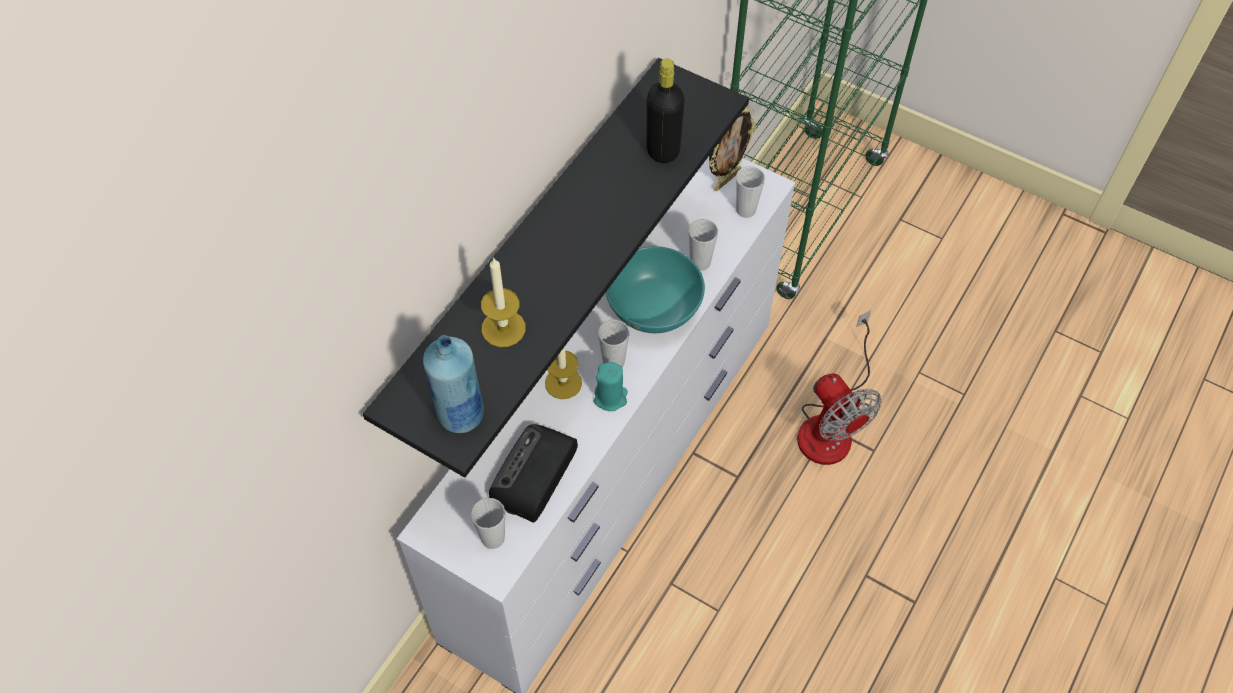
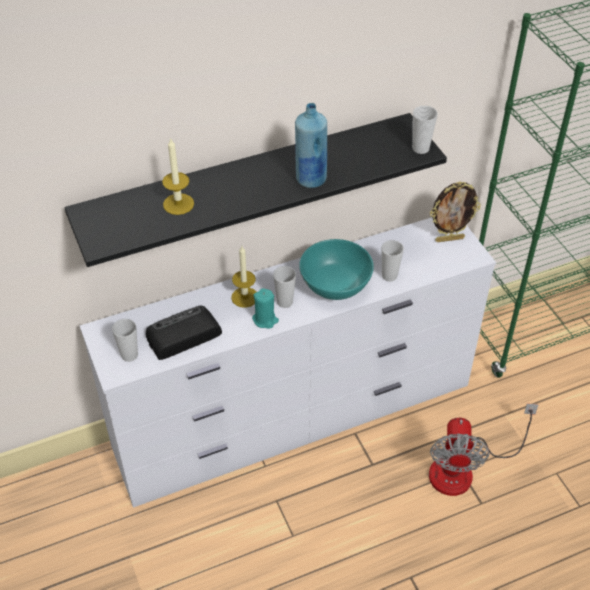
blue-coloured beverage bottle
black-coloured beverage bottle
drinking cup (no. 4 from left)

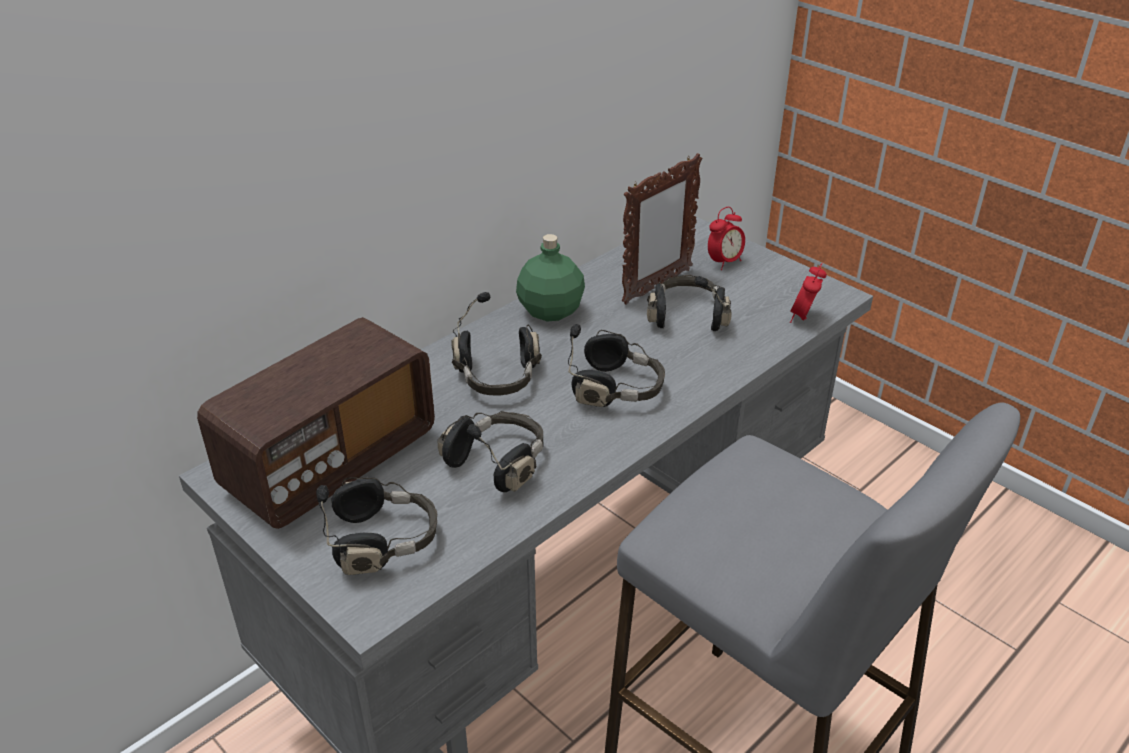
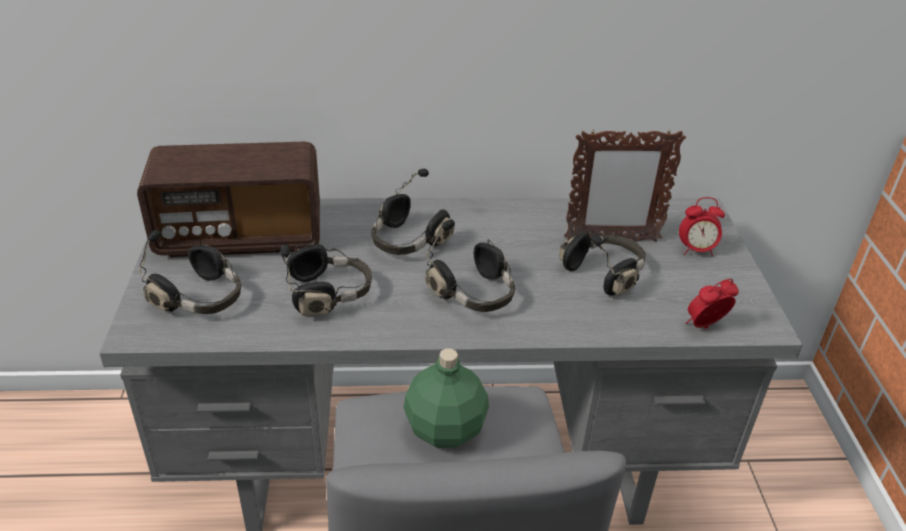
green beverage bottle

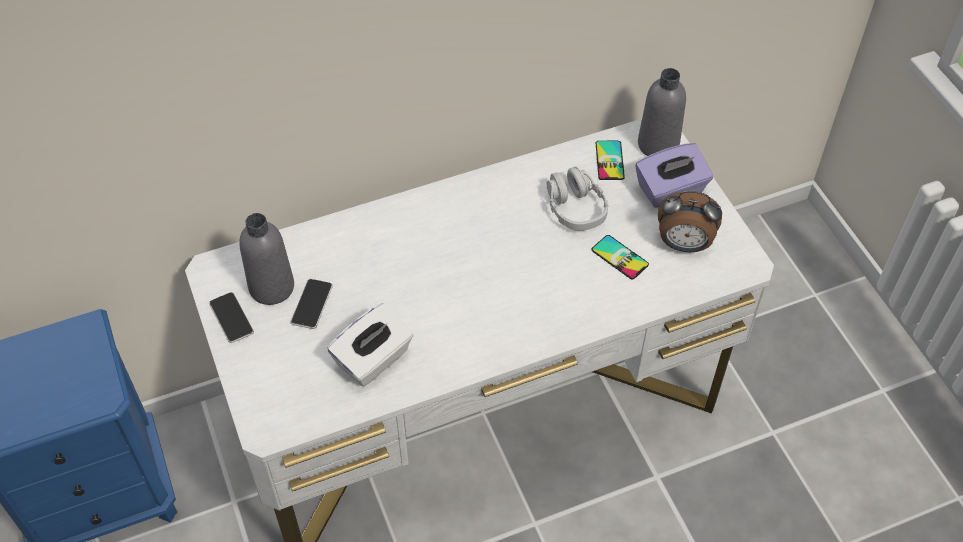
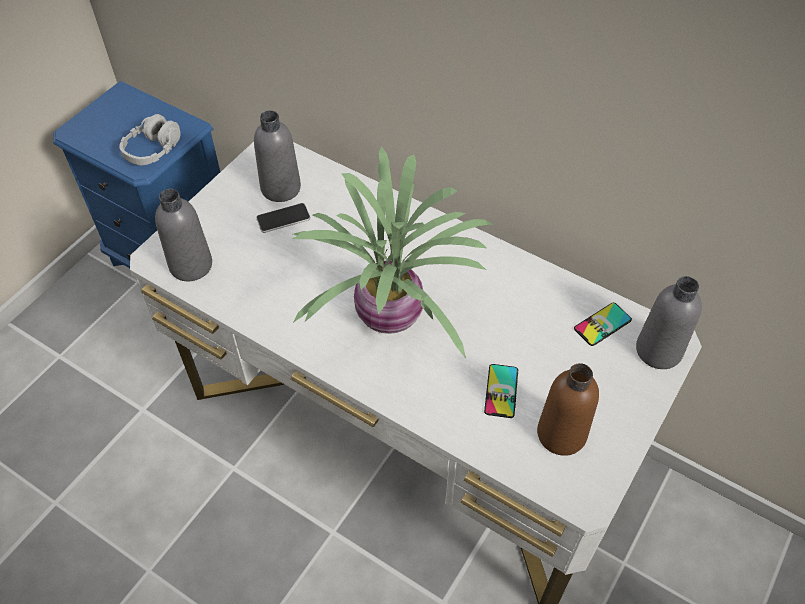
phone (no. 1 from left in the first image)
white tissue holder
gray pair of headphones
purple tissue holder
brown-coloured beverage bottle
gray beverage bottle (no. 1 from left)
plant in a pot

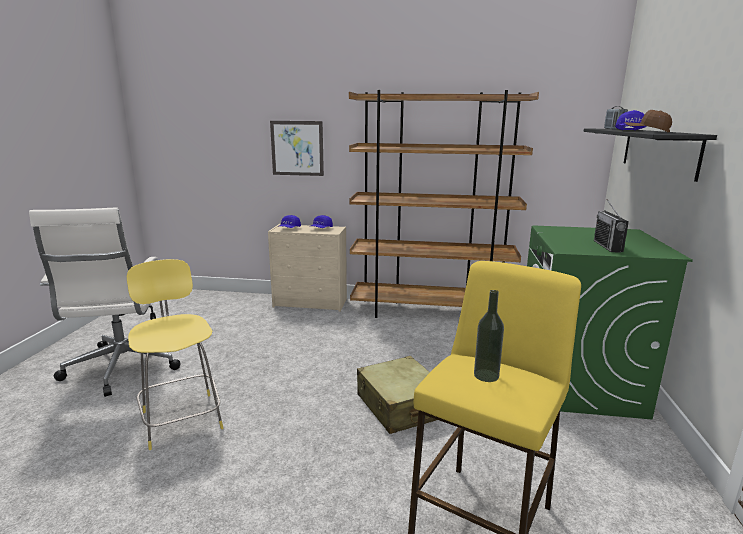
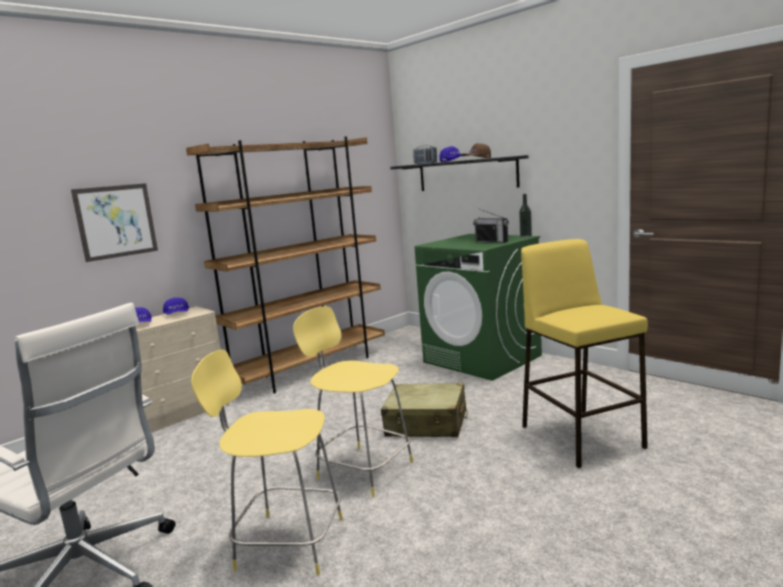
beverage bottle
yellow stool seat (no. 2 from left)

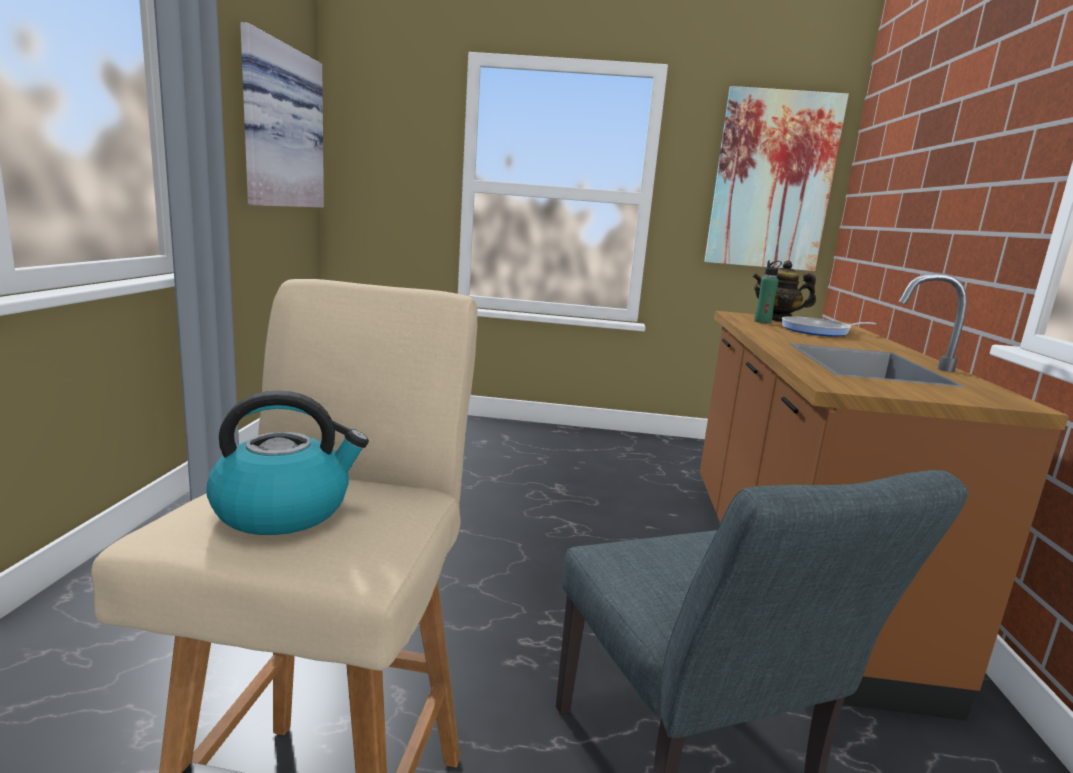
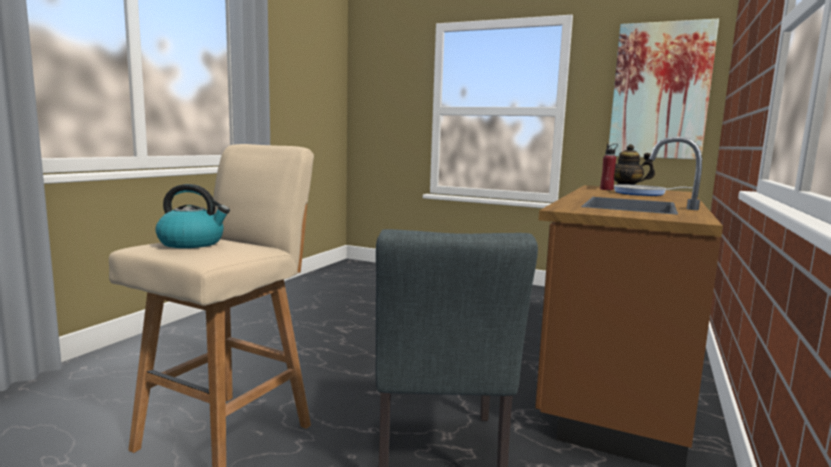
picture (no. 1 from left in the first image)
red-coloured beverage bottle

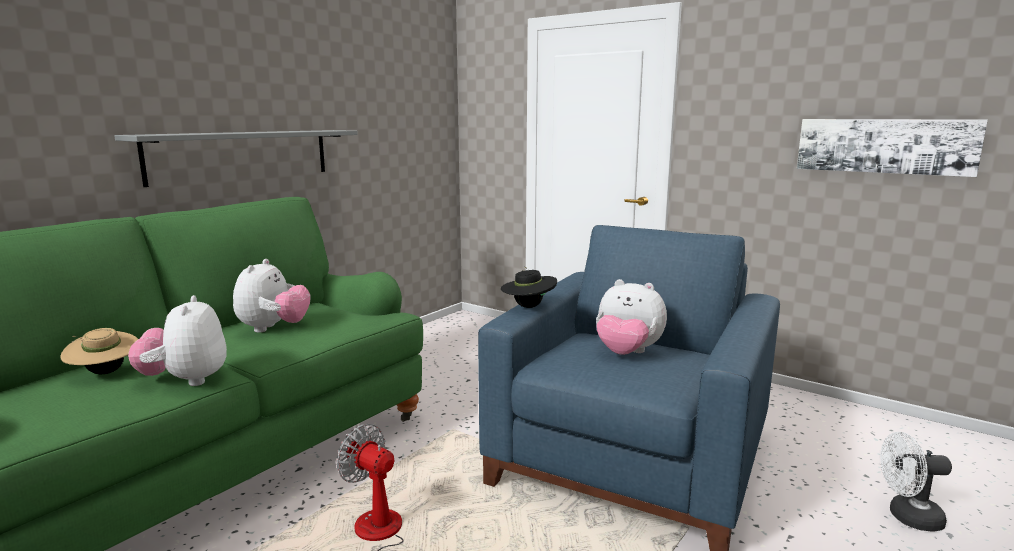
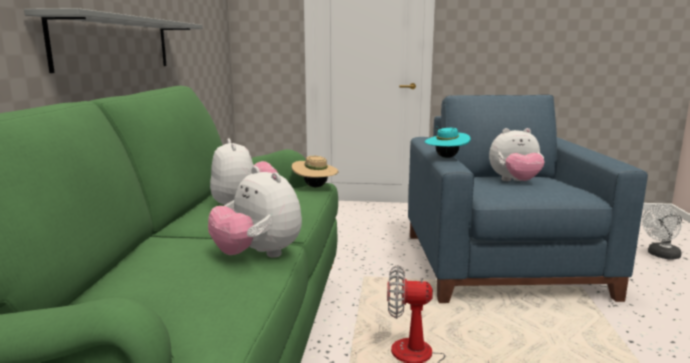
sand-coloured clothing hat
blue-green clothing hat
picture

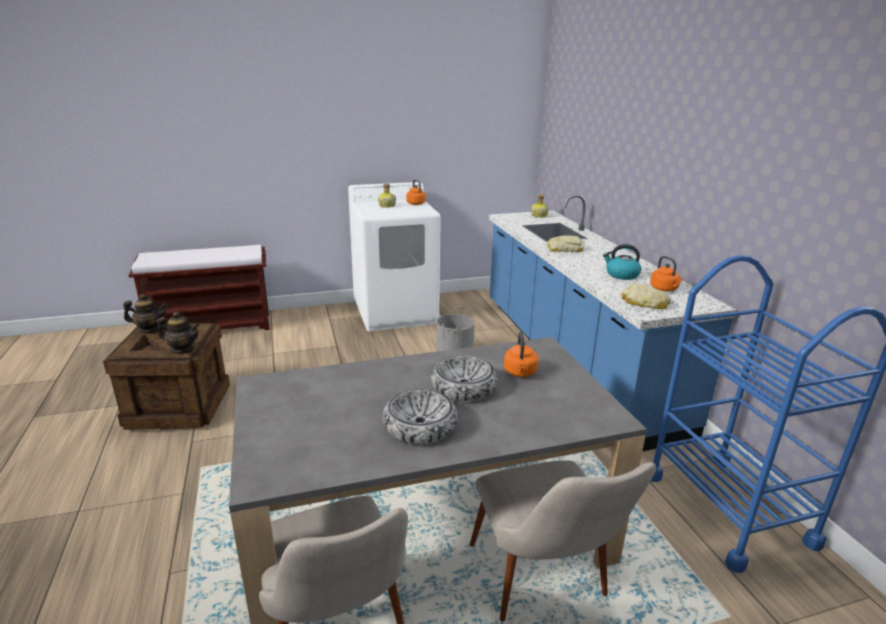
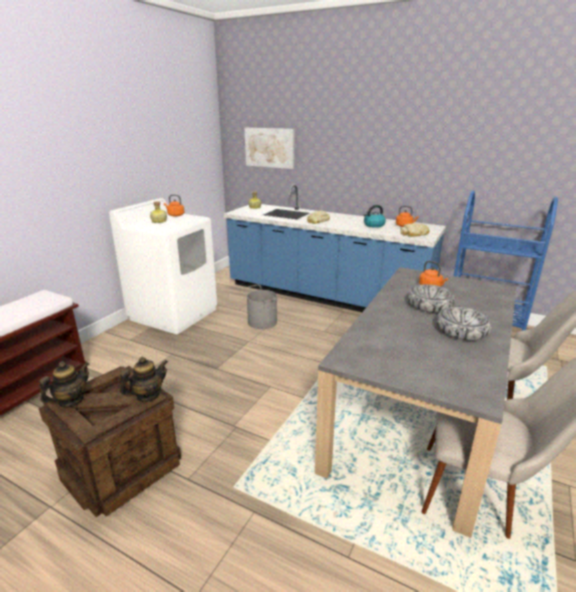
picture

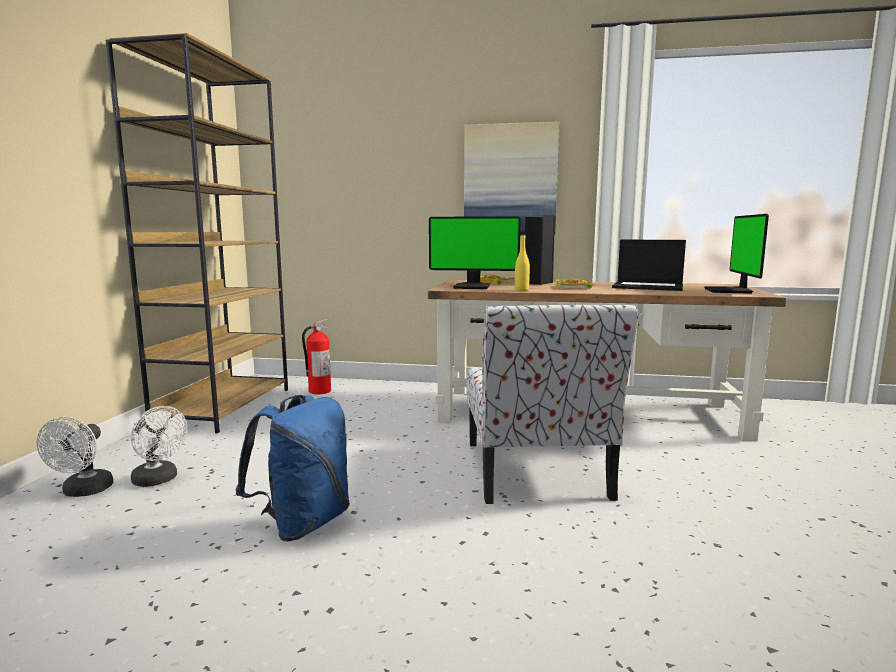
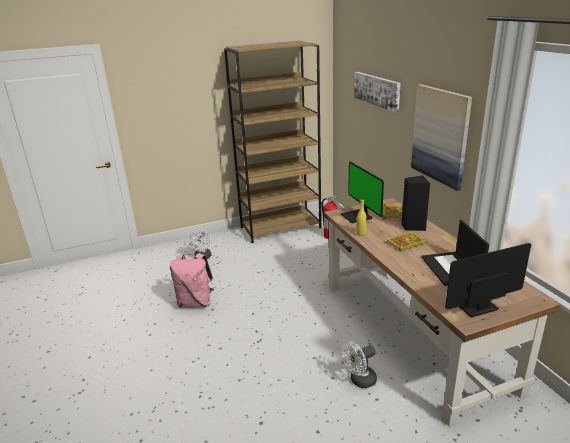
white cooling fan (no. 2 from left)
pinkish backpack
upright chair
picture (no. 1 from left)

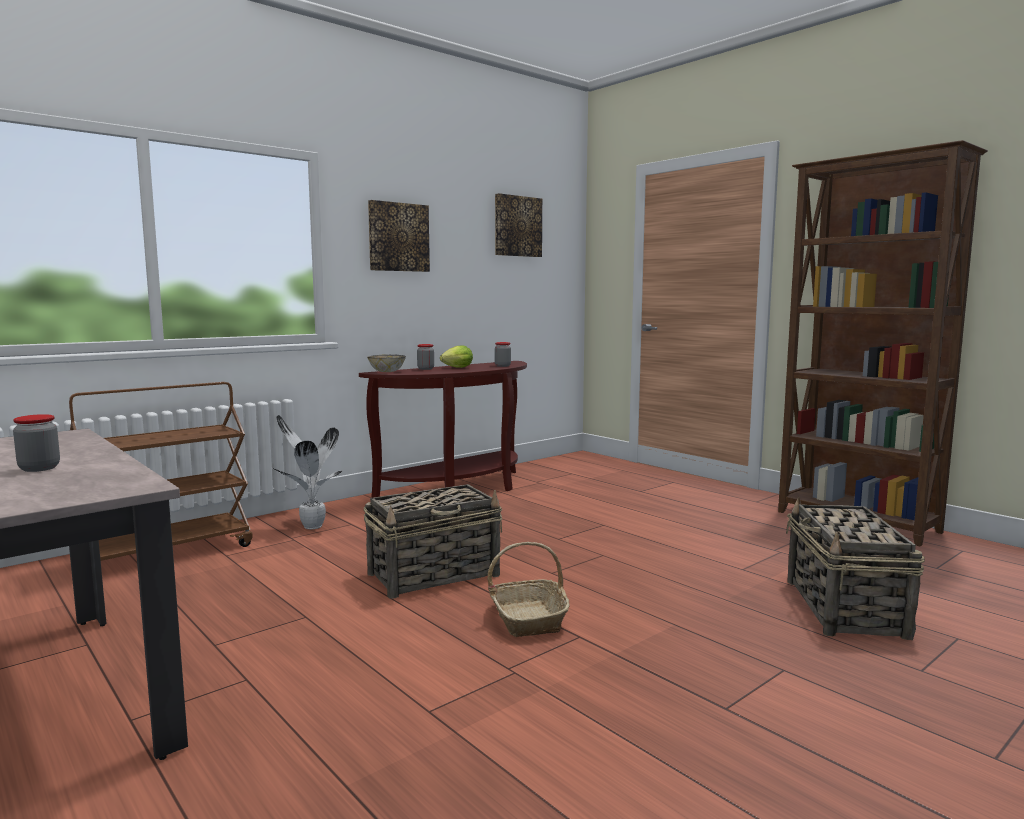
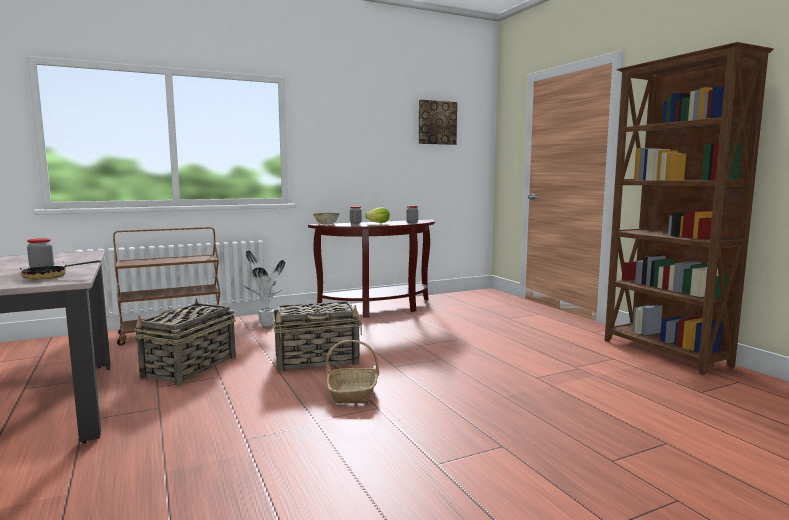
picture (no. 1 from left in the first image)
storage basket (no. 1 from left)
skillet

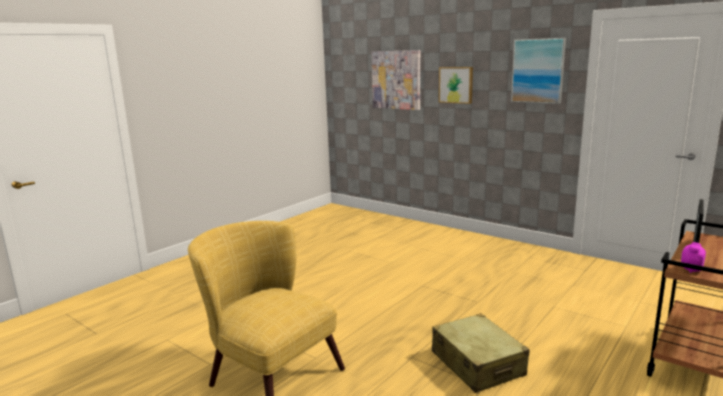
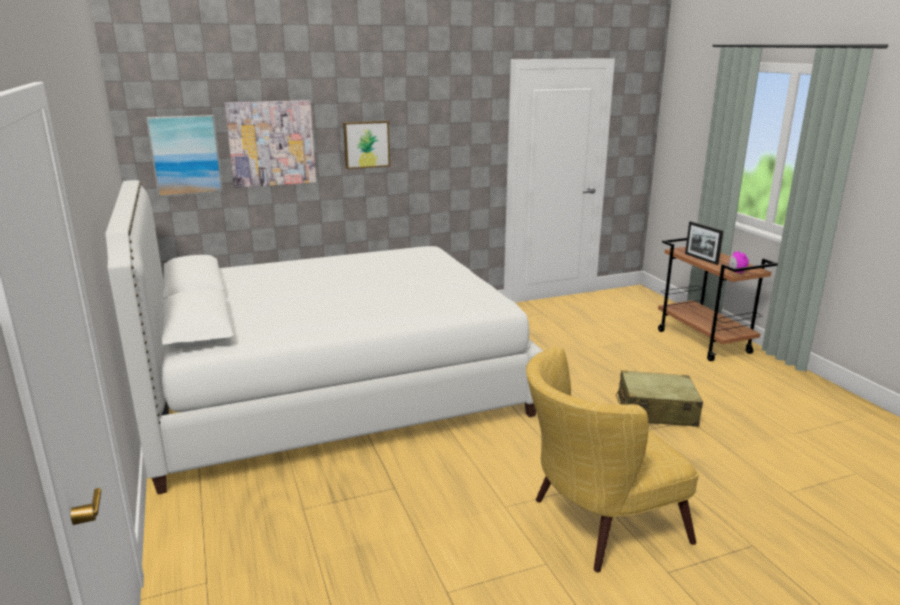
picture (no. 1 from left)
white sleeping bed

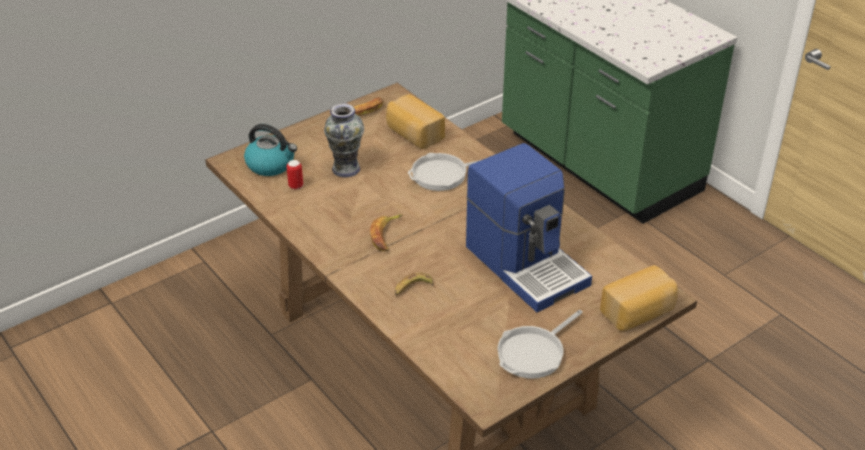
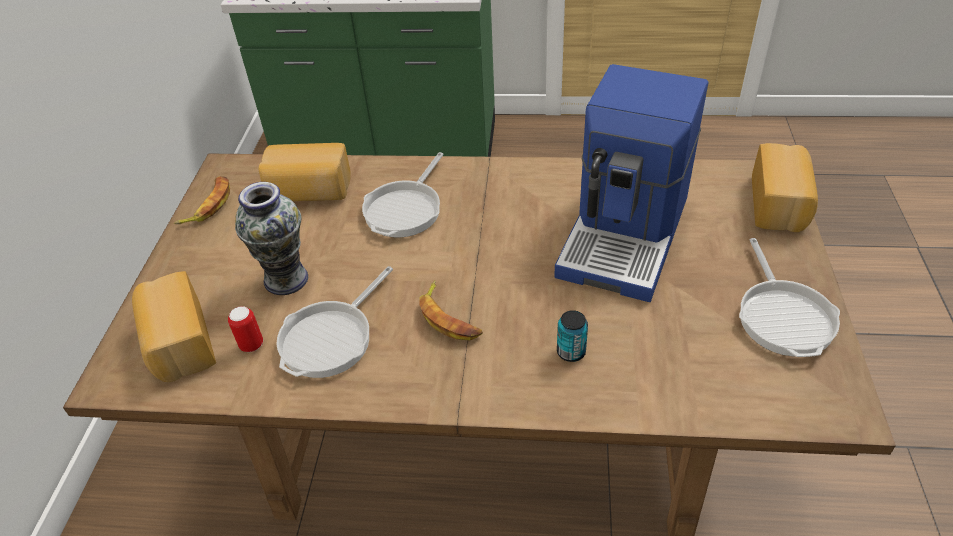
baked bread (no. 1 from left)
can (no. 2 from left)
coffee machine
skillet (no. 1 from left)

